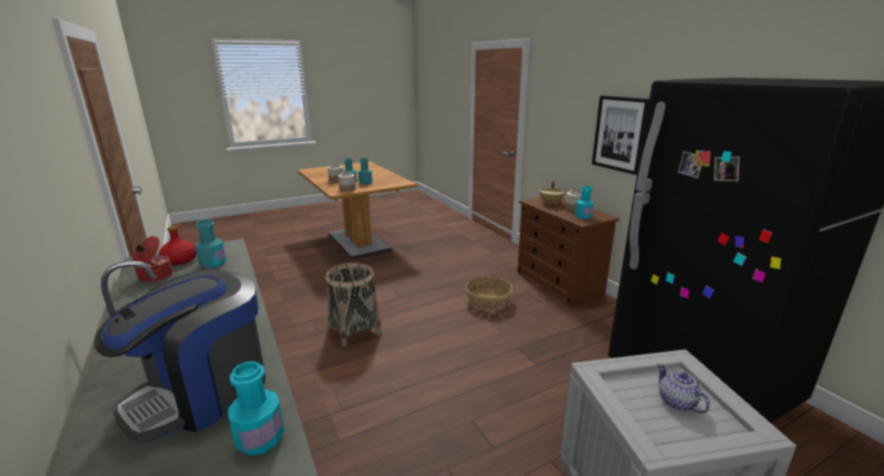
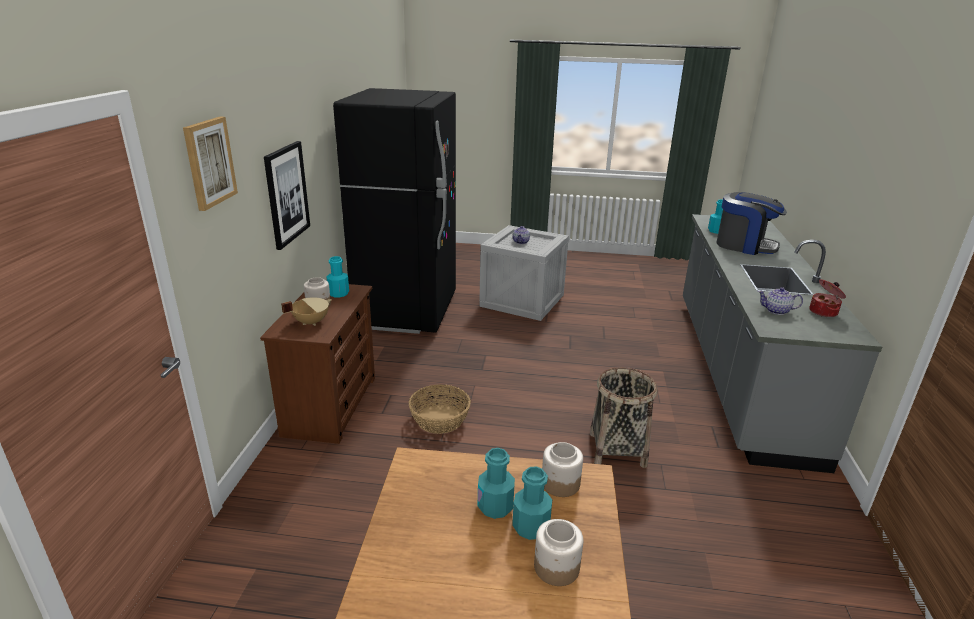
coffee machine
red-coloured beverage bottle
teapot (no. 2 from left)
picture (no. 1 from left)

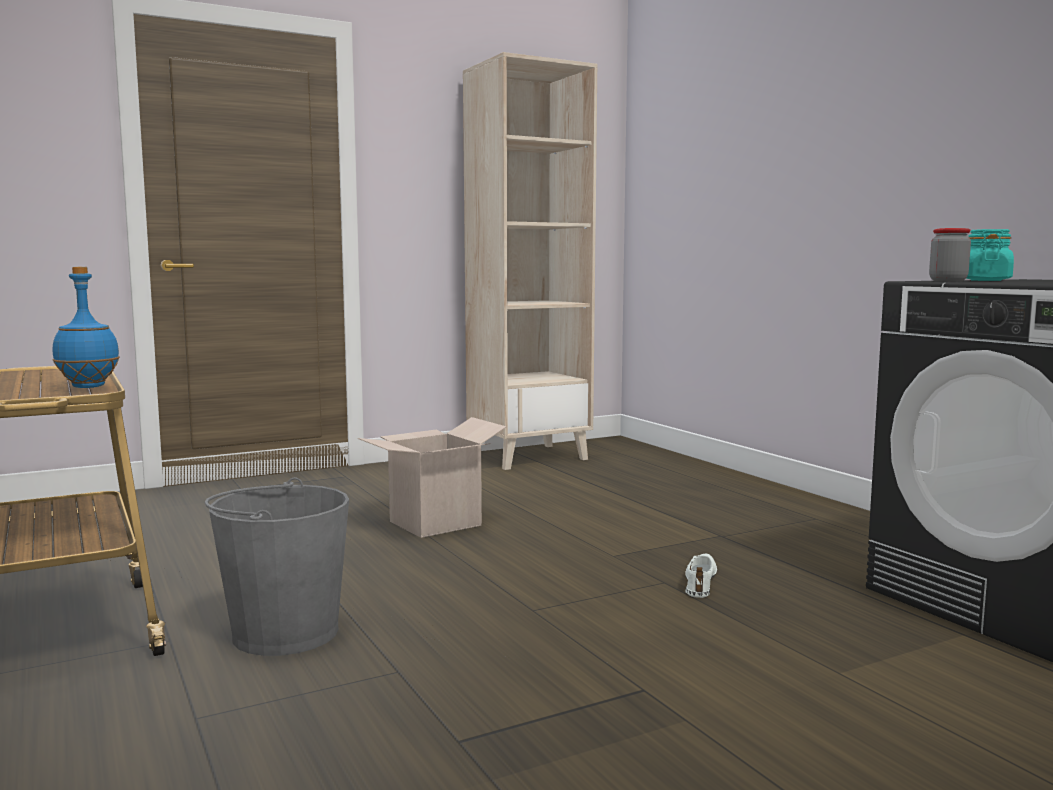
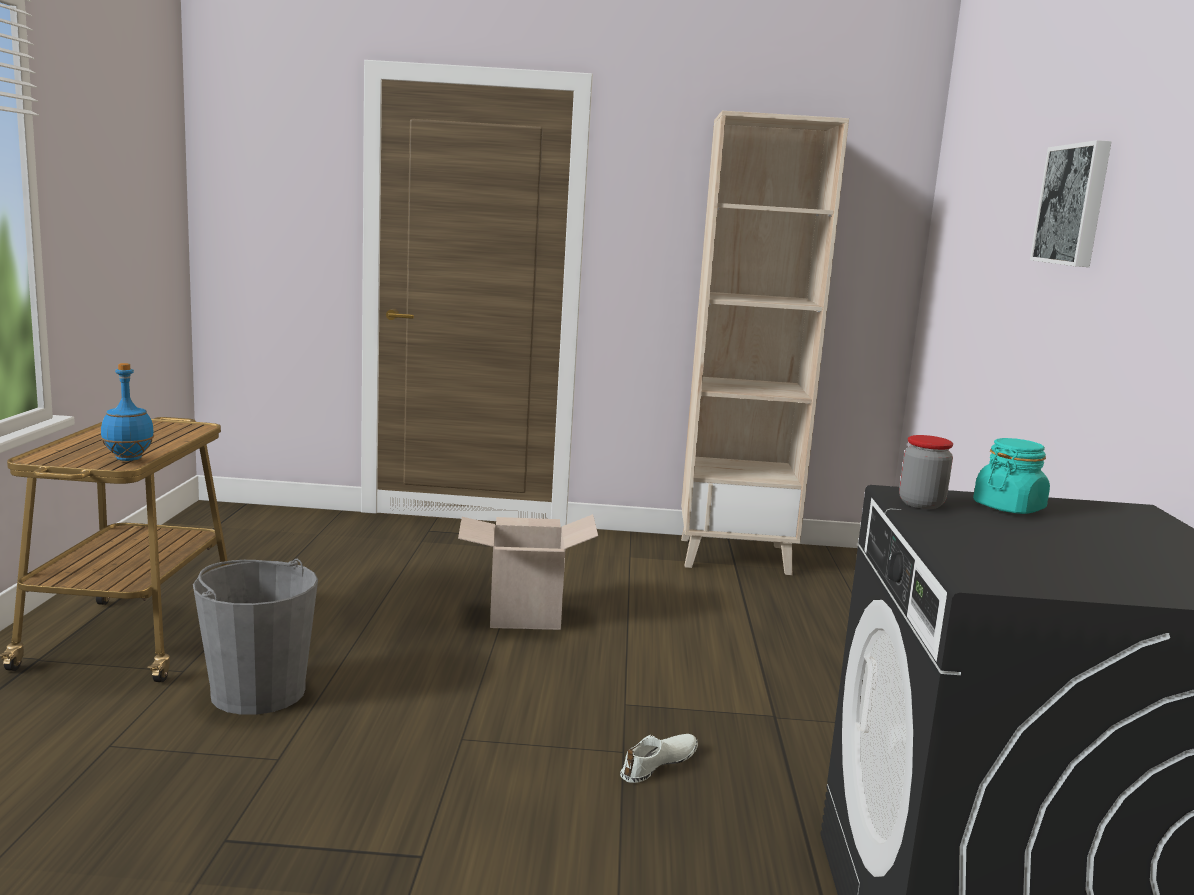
picture

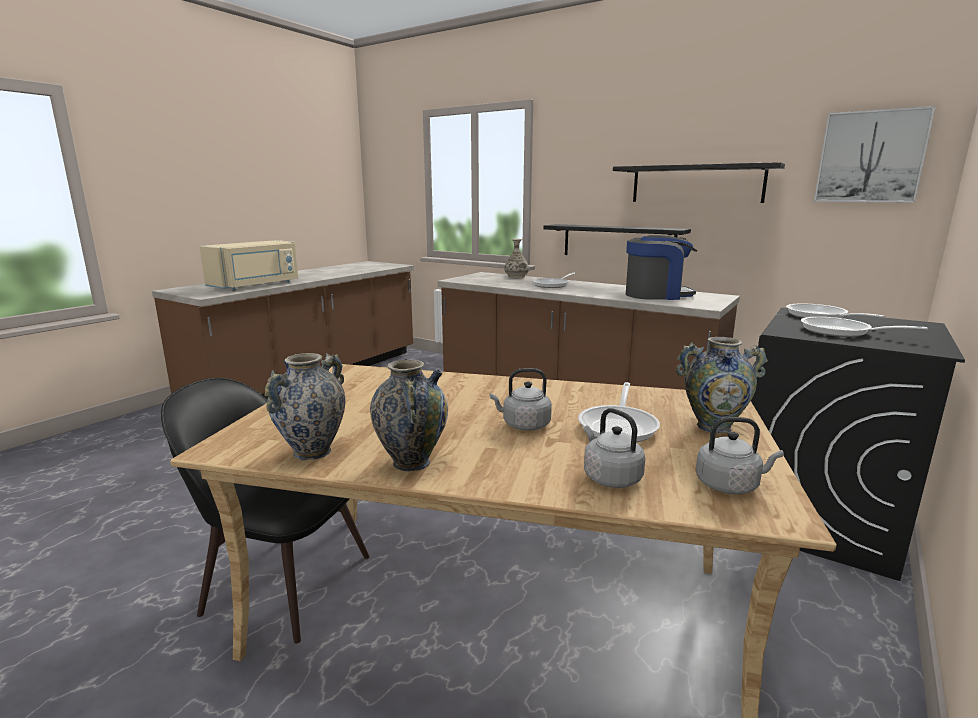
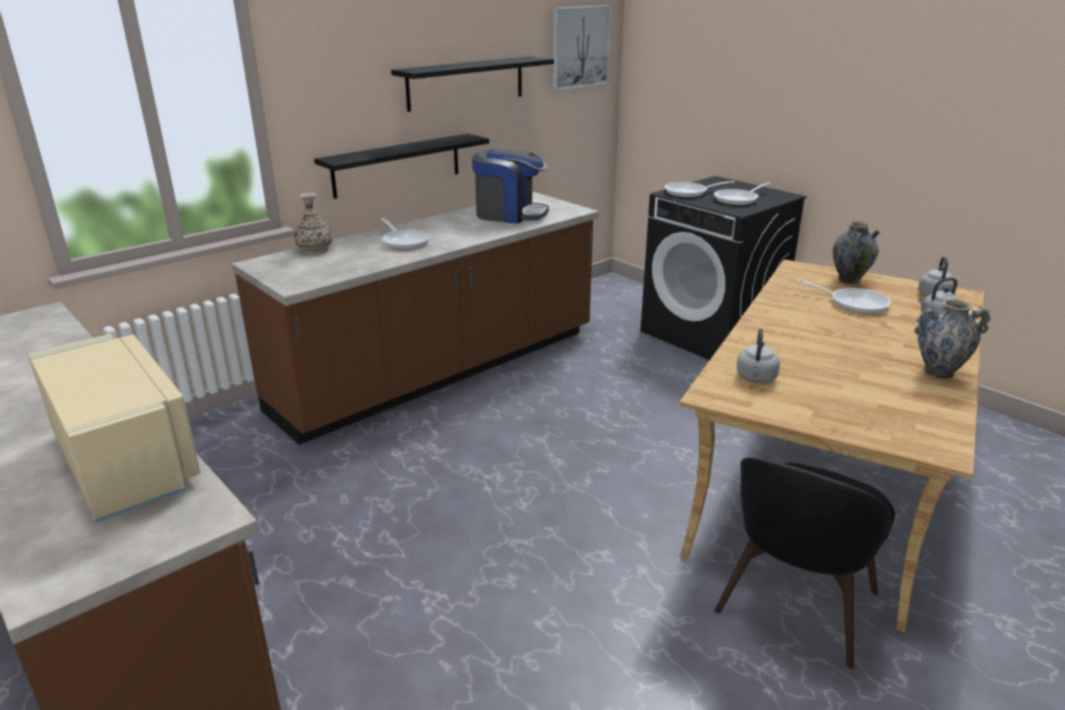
decorative vase (no. 1 from left in the first image)
gray kettle (no. 1 from left)
coffee machine

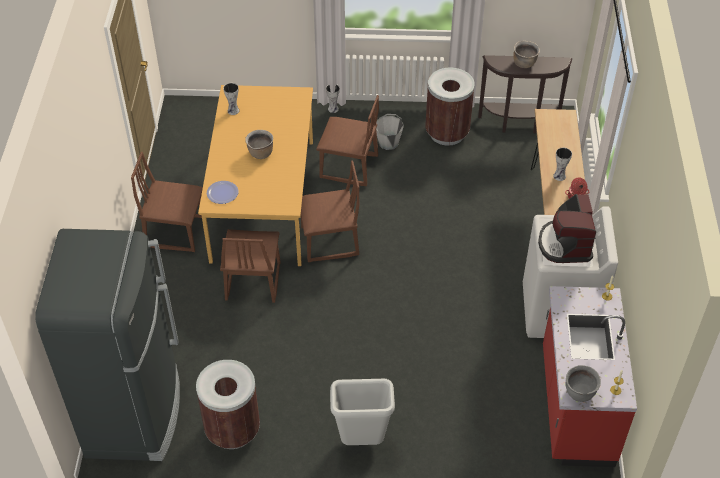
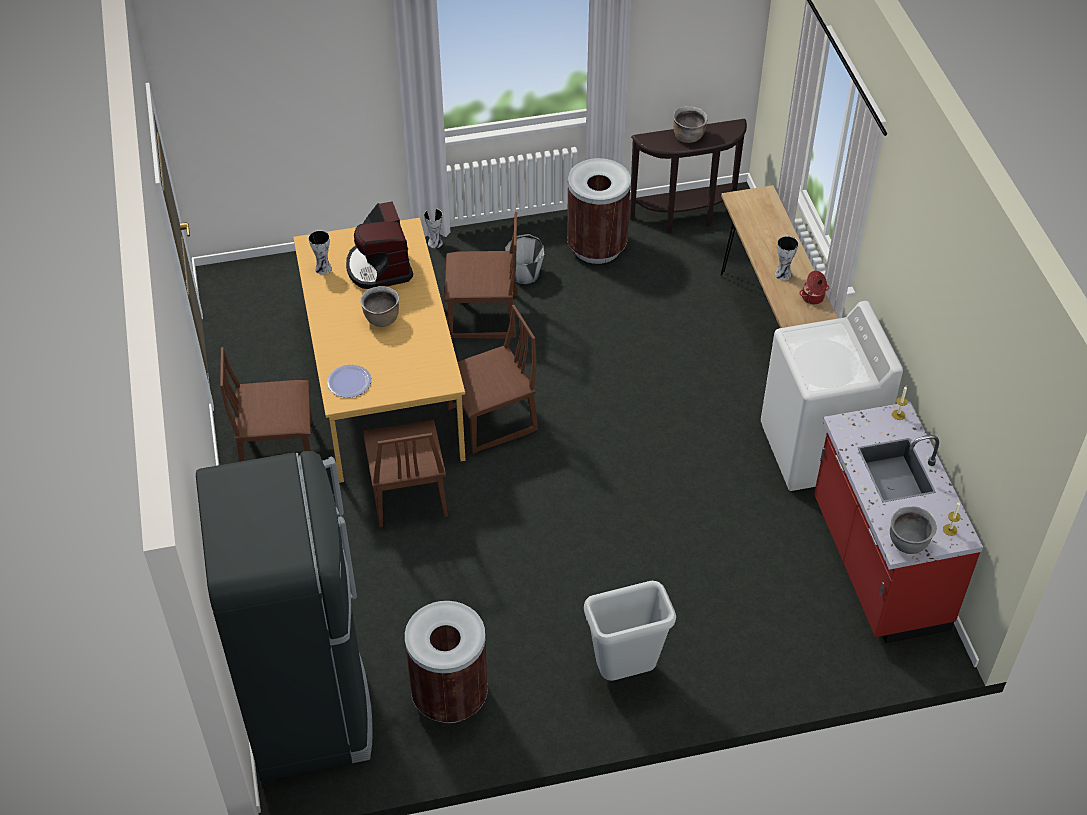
coffee machine

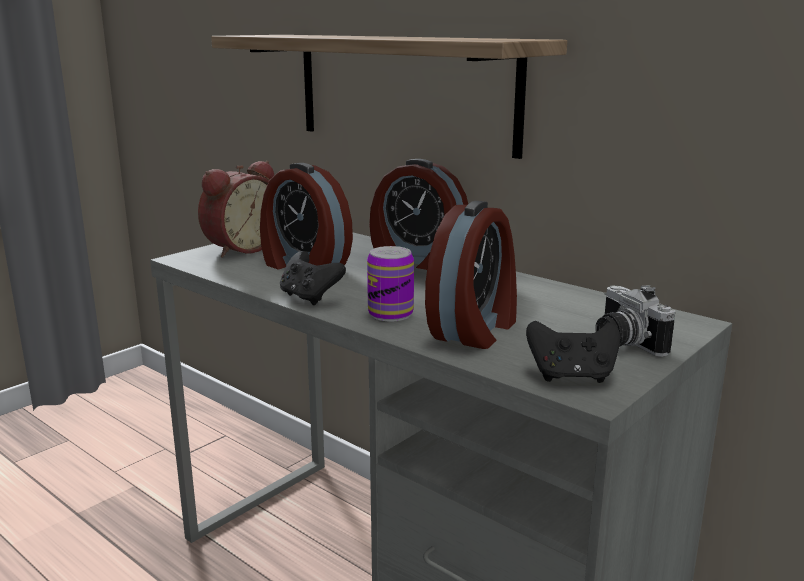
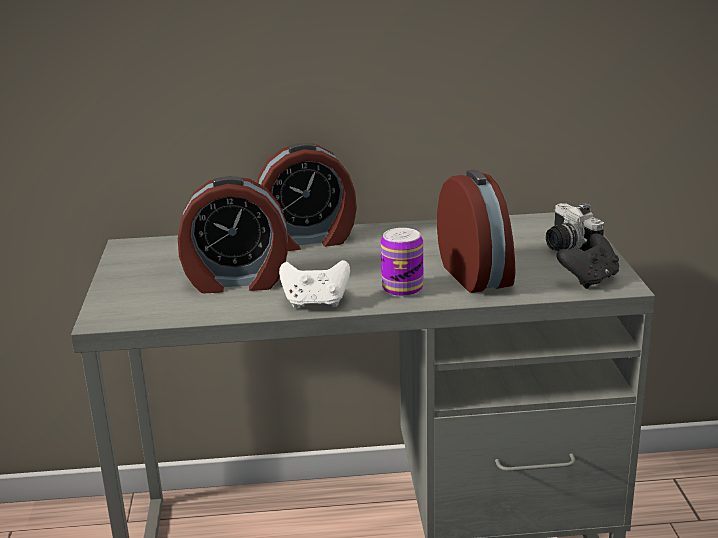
bedside clock (no. 1 from left in the first image)
bracket shelf
white joypad
photo camera

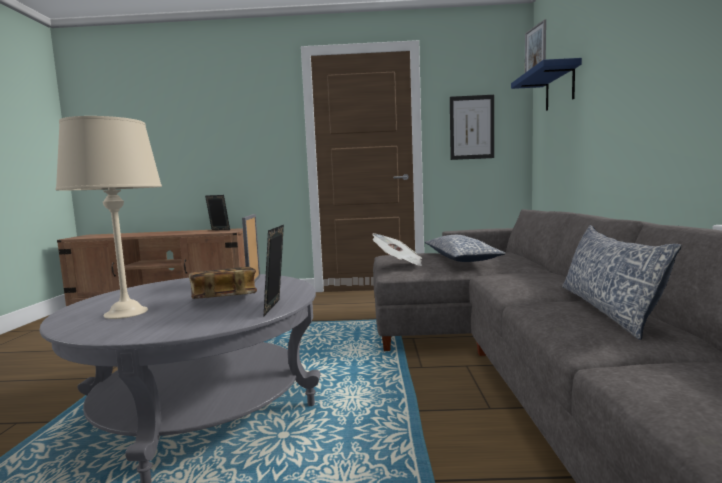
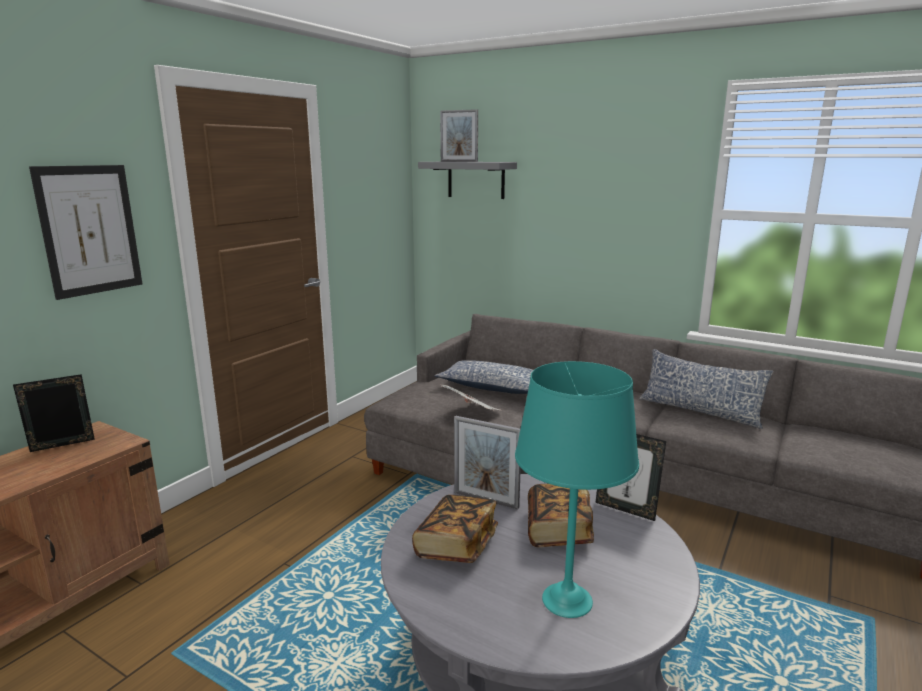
blue-green lamp for a table
picture
gray bracket shelf
bound book (no. 1 from left)

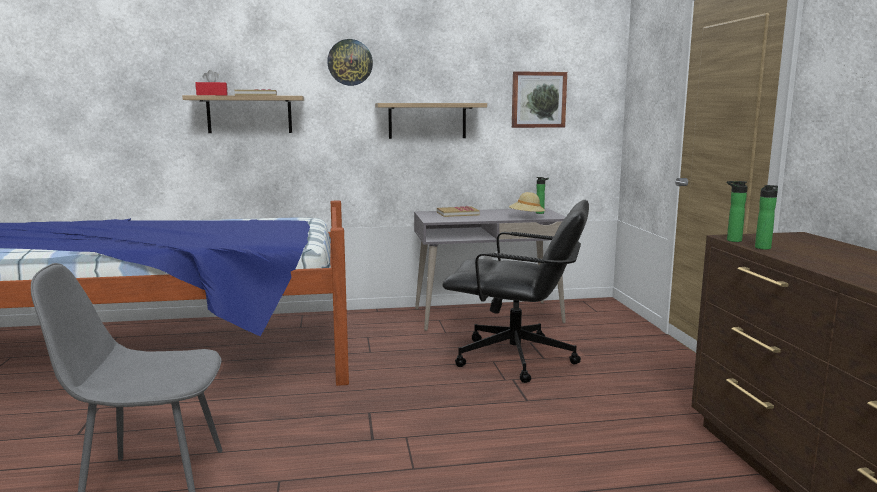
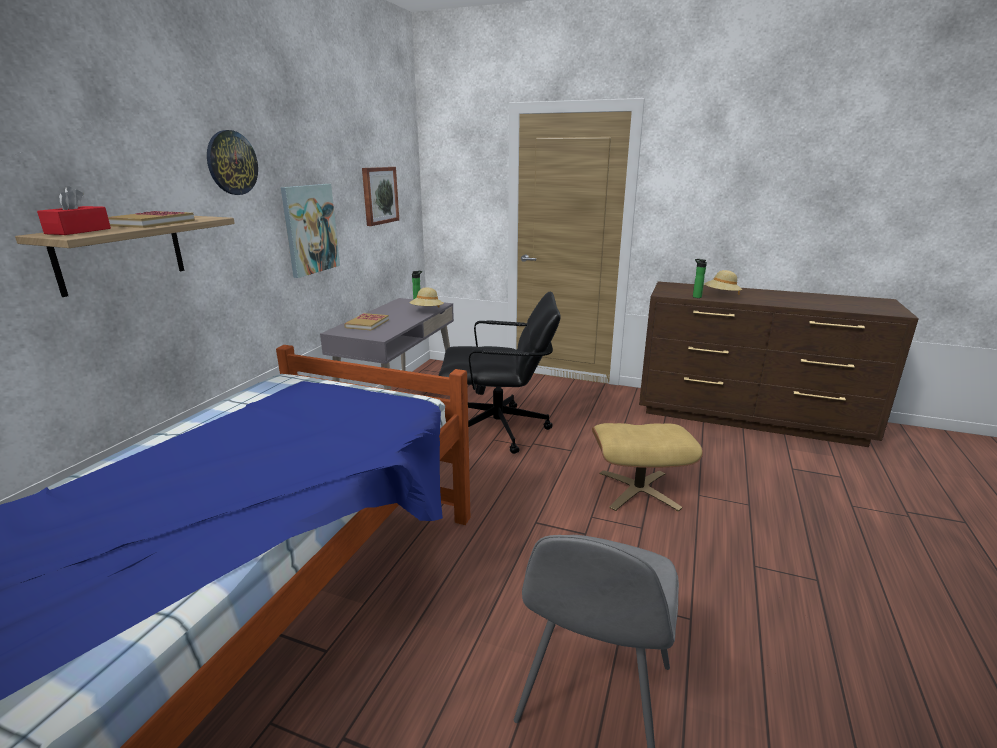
picture (no. 1 from left)
black-coloured office chair
beverage bottle (no. 2 from left in the first image)
sand-coloured footrest
sand-coloured clothing hat (no. 2 from left)

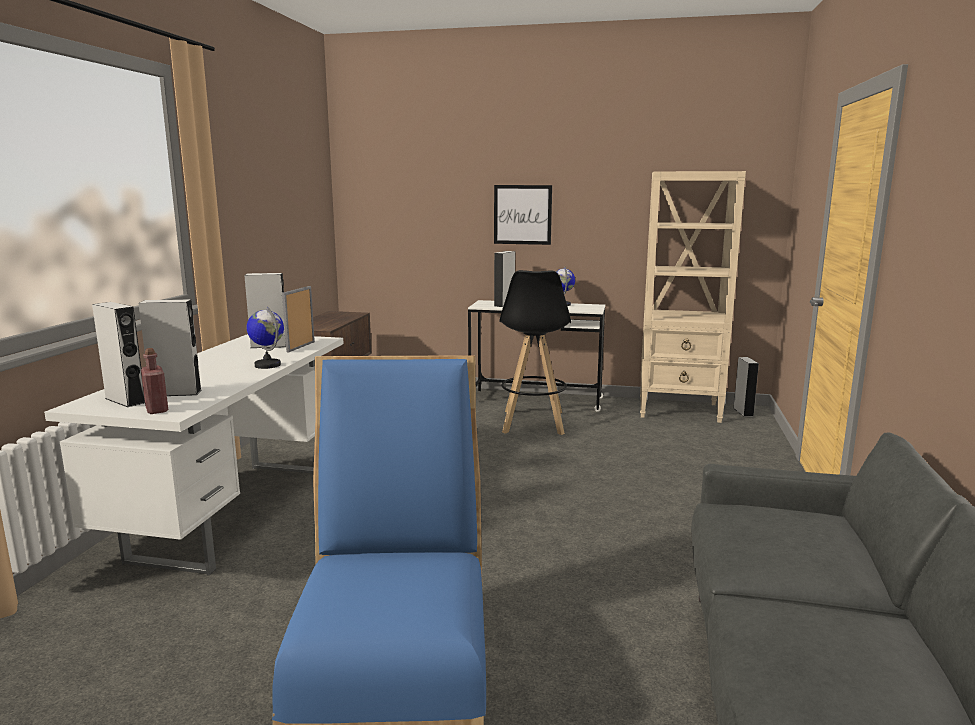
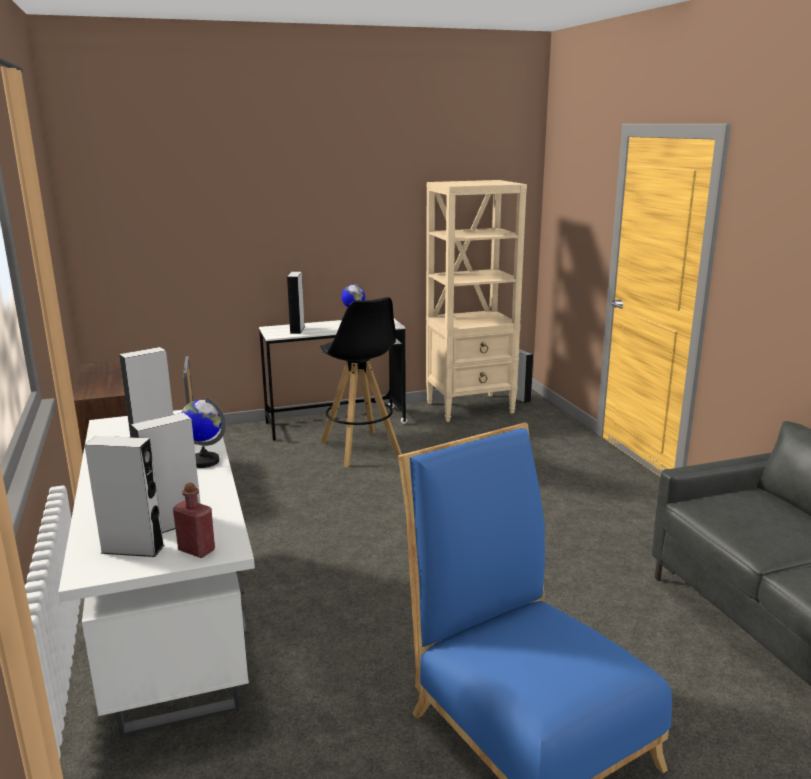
picture

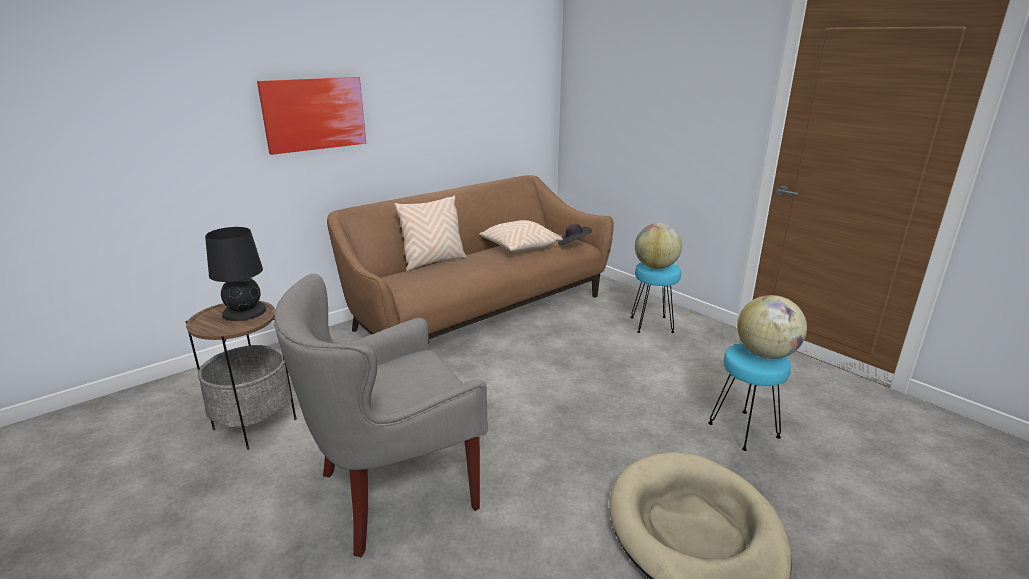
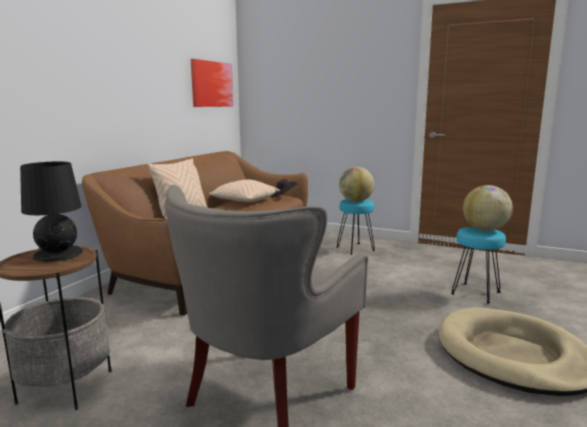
picture

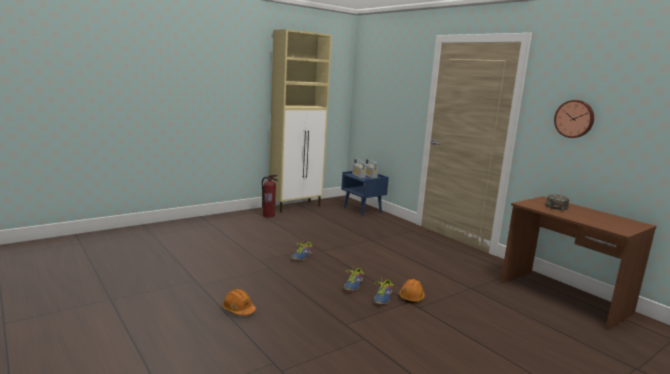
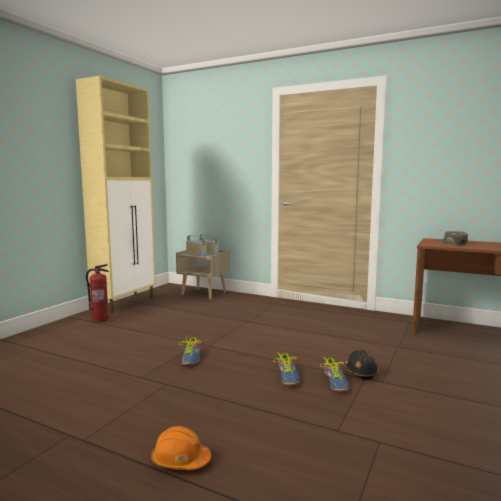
sand-coloured night table
black-coloured safety helmet
clock on the wall

